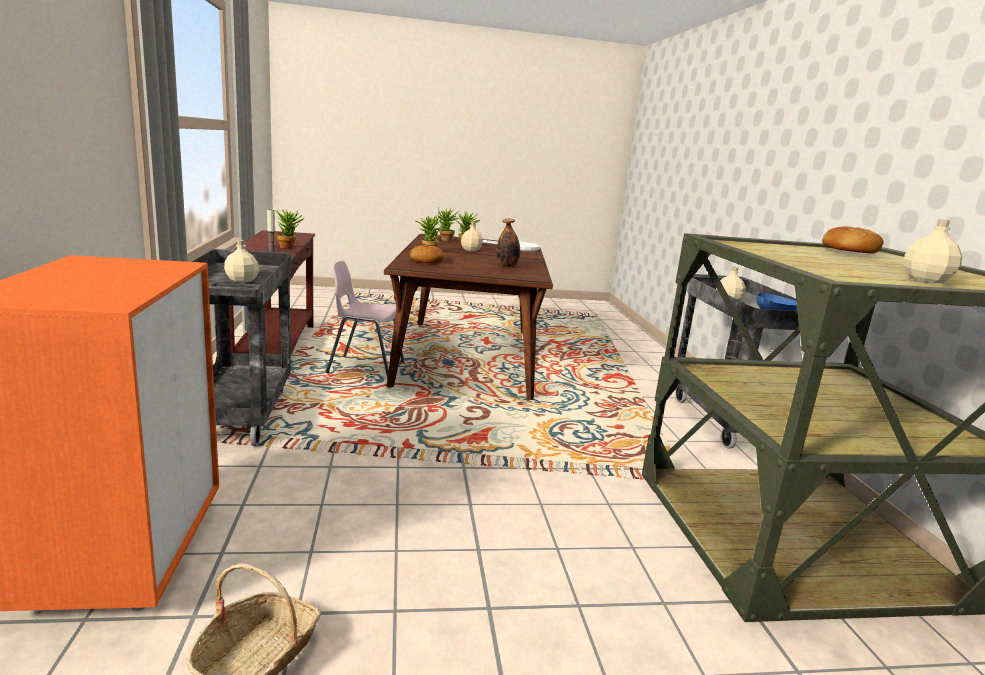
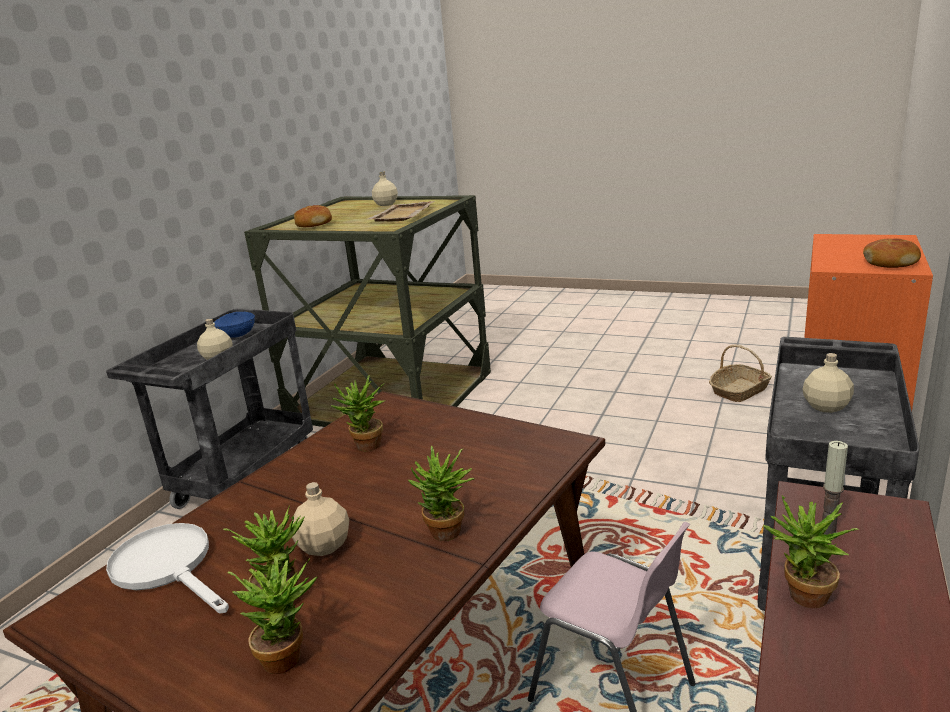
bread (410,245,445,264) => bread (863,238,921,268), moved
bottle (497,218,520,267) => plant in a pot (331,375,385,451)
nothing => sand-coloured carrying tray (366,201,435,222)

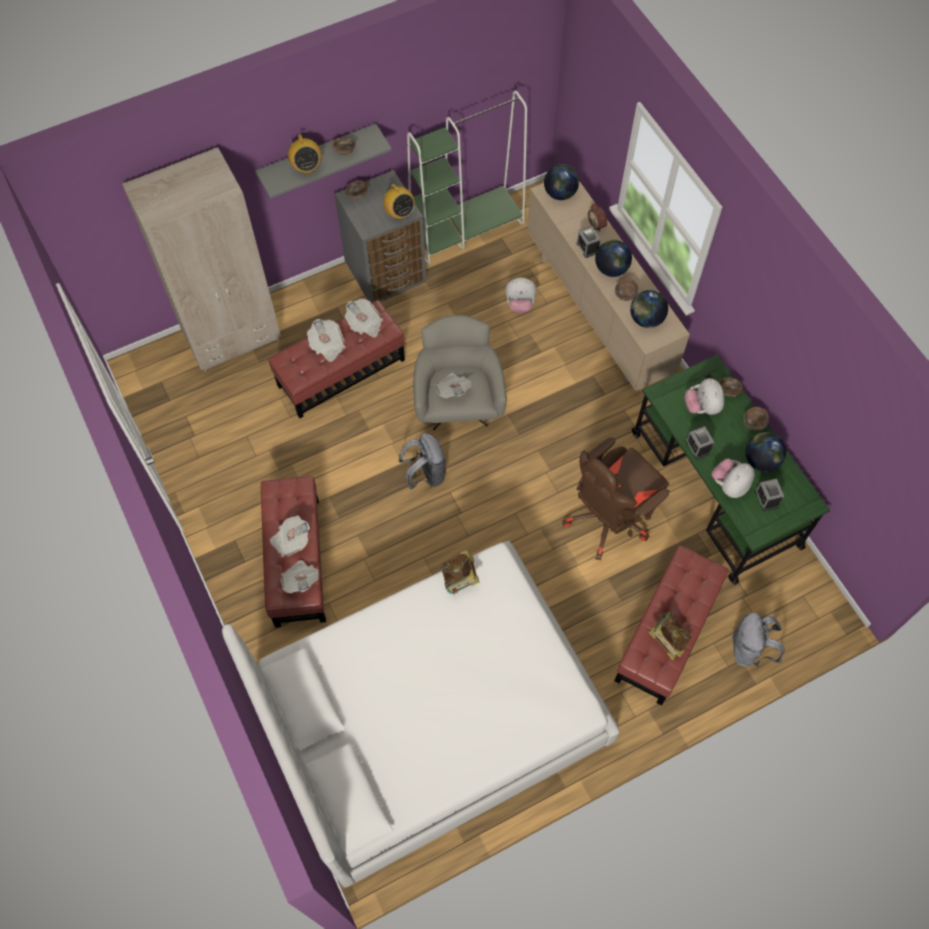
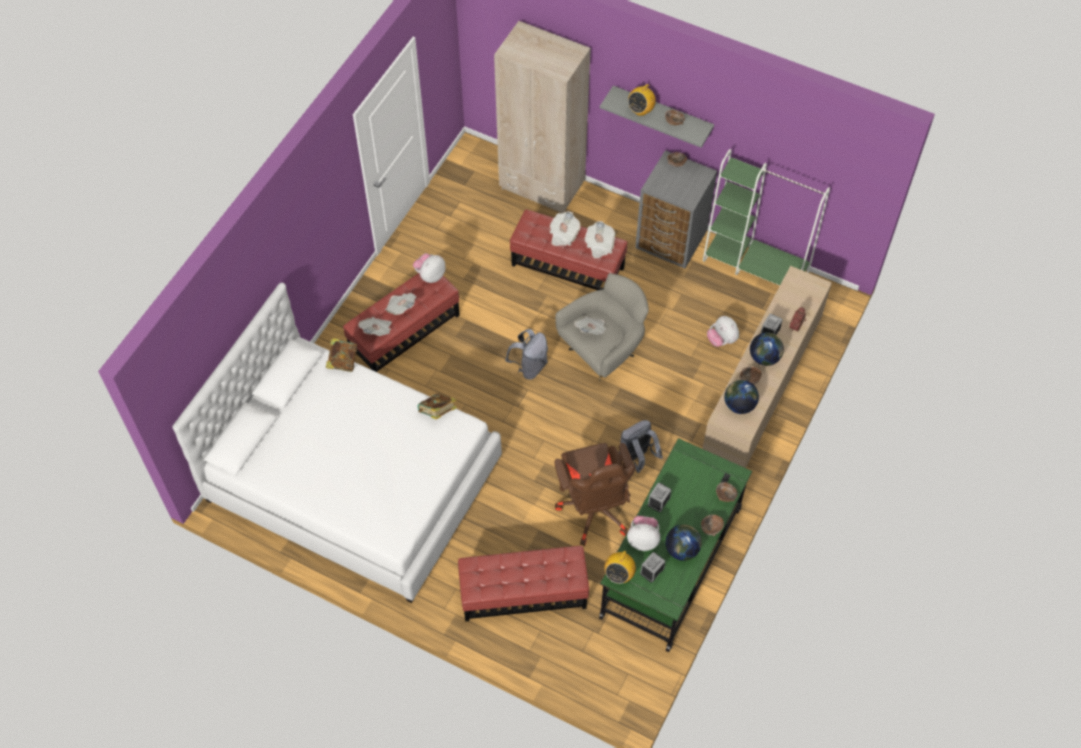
radio (382,184,415,220) => radio (604,547,636,584), moved
world globe (544,164,579,200) => nothing
brown-coloured office chair (562,437,670,560) => brown-coloured office chair (554,443,635,546), 120 degrees counterclockwise
book (649,612,692,660) => book (326,338,357,372), moved
plush toy (684,378,724,415) => plush toy (413,253,446,283), moved
gray rucksack (732,613,784,667) => gray rucksack (619,420,663,473), moved

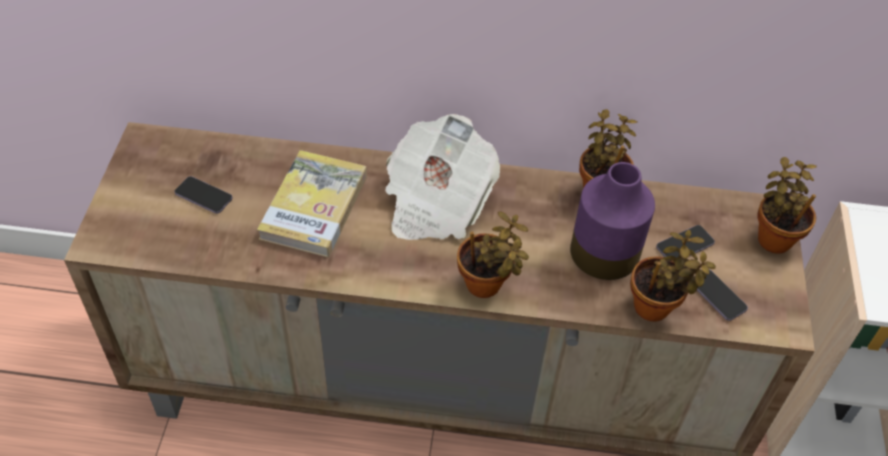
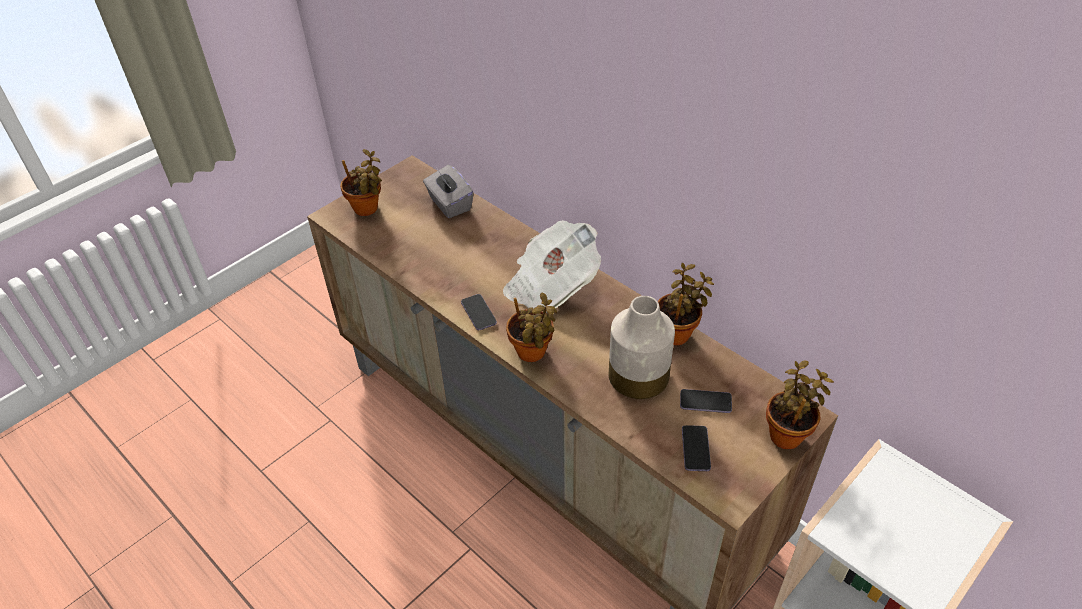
phone (175,176,233,214) => phone (461,294,497,330), moved
book (257,150,367,257) => nothing
purple decorative vase (570,162,655,280) => sand-coloured decorative vase (609,296,675,399)
plant in a pot (630,230,716,322) => plant in a pot (340,149,382,216), moved
nothing => gray box of tissues (423,165,473,218)

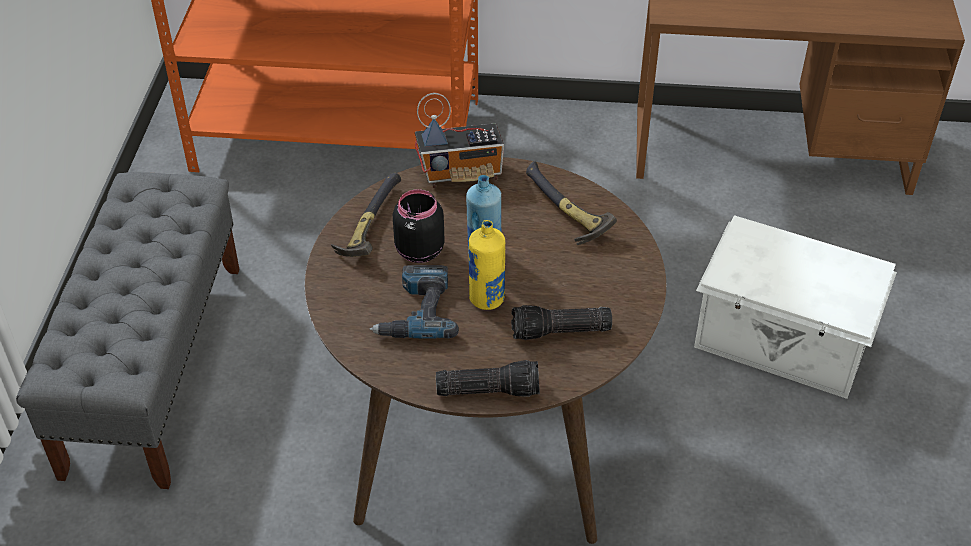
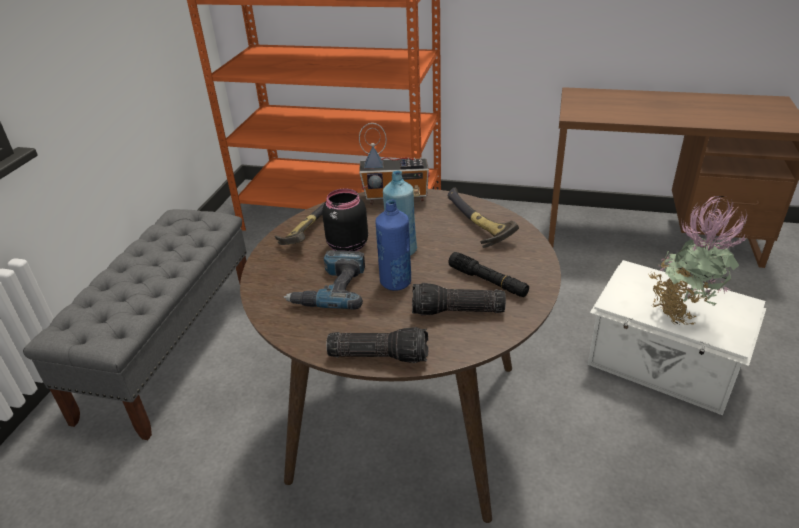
yellowish bottle (469,220,505,310) => blue bottle (376,200,411,291)
nothing => black torch (448,252,529,297)
nothing => plant in a pot (649,195,748,325)

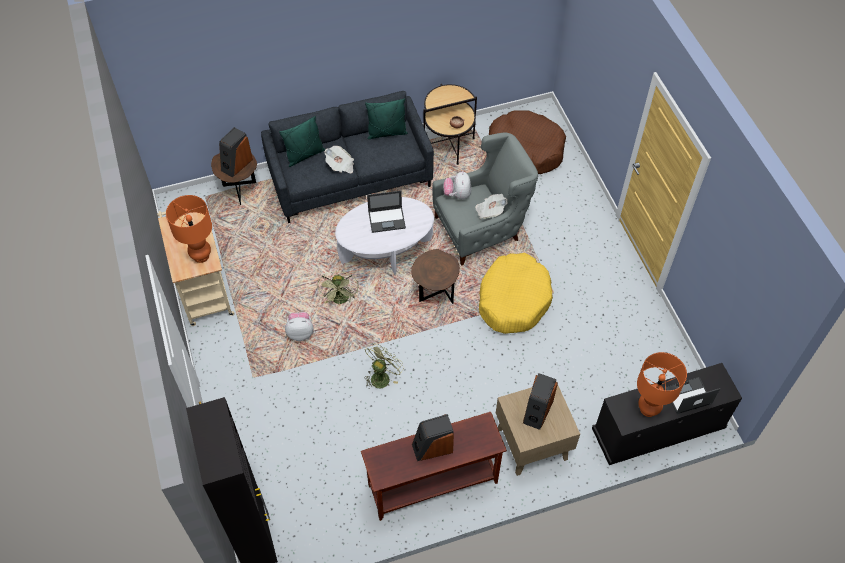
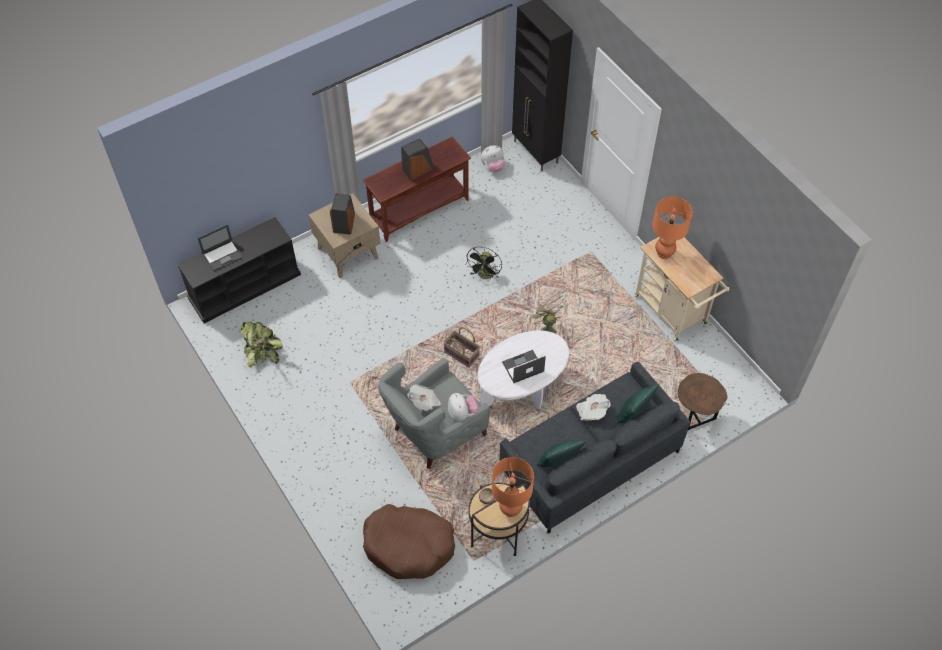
audio speaker (219,127,253,177) => nothing
plush toy (285,312,313,341) => plush toy (481,145,505,172), moved
greenish electric fan (364,343,404,389) => black electric fan (466,247,502,279)
brown-coloured side table (411,249,460,304) => storage basket (443,327,480,368)
yellowish dog cushion (479,253,553,334) => nothing
orange lamp for a table (637,352,687,417) => orange lamp for a table (492,457,534,517), moved
nothing => plant in a pot (239,320,283,367)

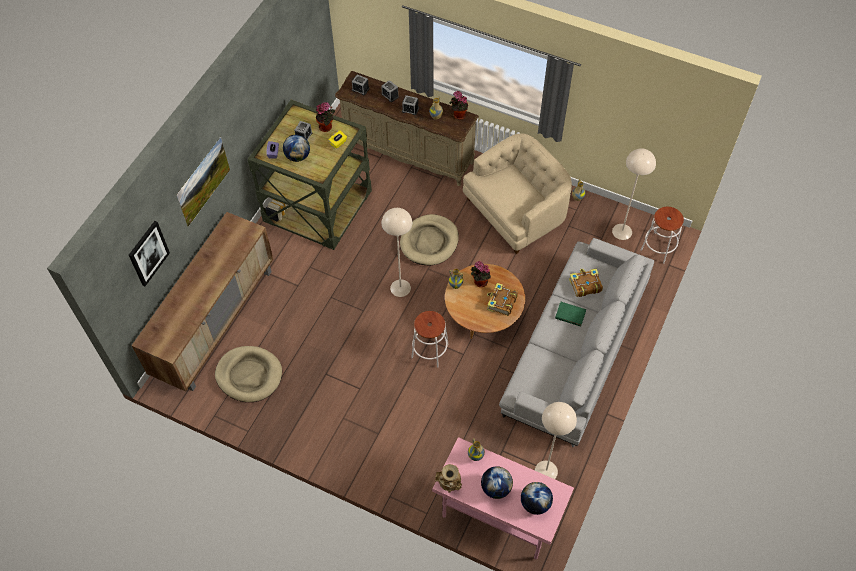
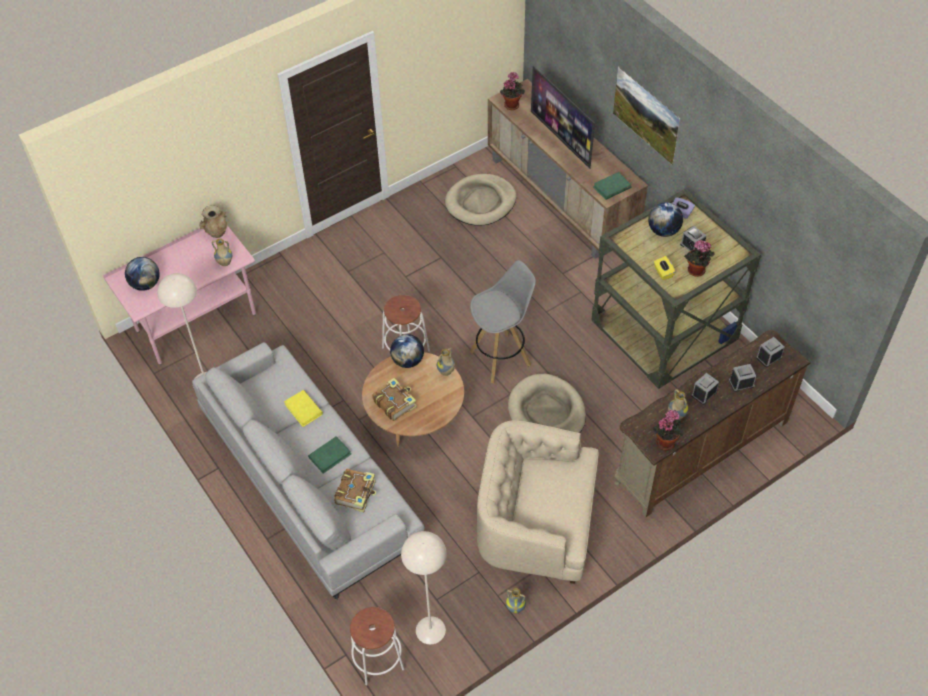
wall art (129,221,170,286) => nothing
sand-coloured standard lamp (382,208,412,297) => gray stool (469,260,536,383)
sand-coloured easy chair (463,133,572,254) => sand-coloured easy chair (477,420,599,584), 105 degrees clockwise
plant in a pot (471,261,491,287) => plant in a pot (500,72,525,110), moved
world globe (481,466,513,499) => world globe (390,334,424,368), moved
nothing => yellowish book (284,390,323,427)
nothing => television (531,65,595,169)
nothing => greenish book (593,172,632,200)

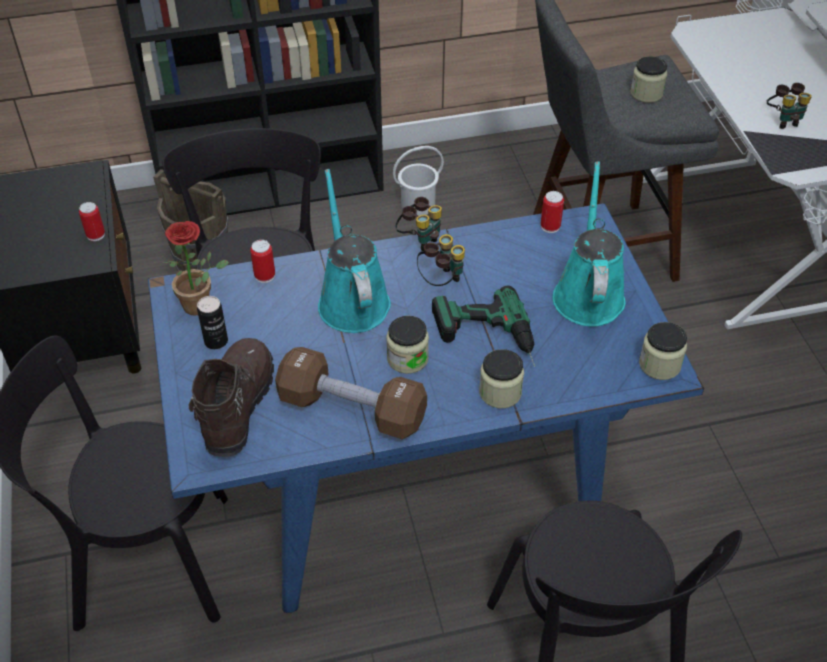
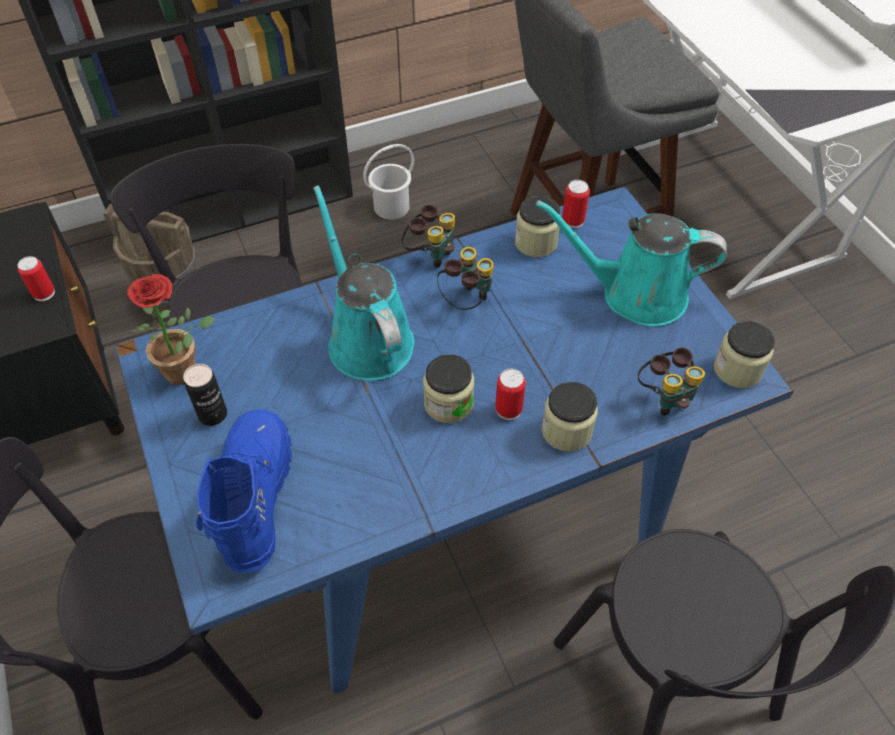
brown-coloured tall boot (189,338,274,457) => blue tall boot (196,410,292,573)
can (250,240,275,283) => can (495,369,526,420), moved
brown-coloured free weight (275,347,427,439) => nothing
drill (432,286,536,367) => nothing
turquoise-coloured watering pot (553,161,626,327) => turquoise-coloured watering pot (536,200,727,327), 75 degrees counterclockwise
preserve jar (630,56,667,103) => preserve jar (515,196,560,257), moved
pair of binoculars (767,83,812,129) => pair of binoculars (637,347,705,415), moved

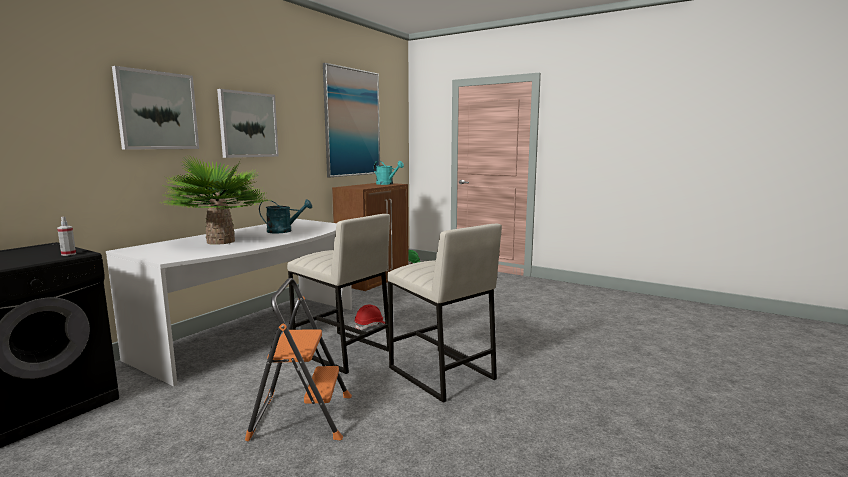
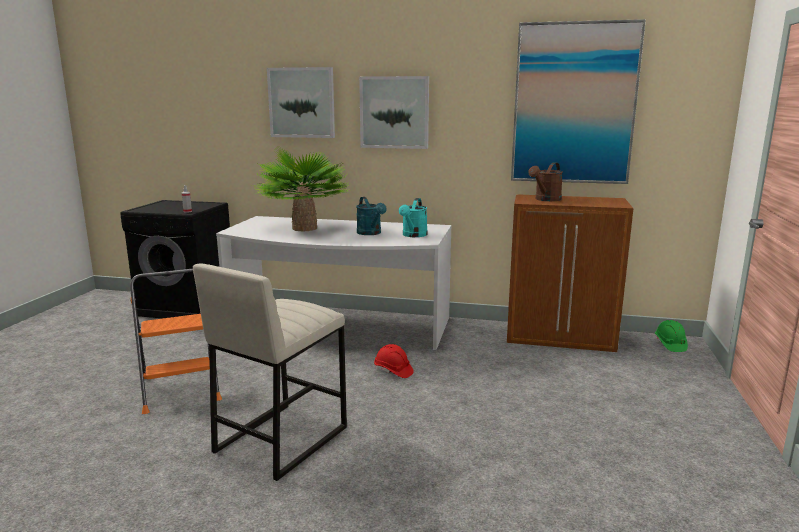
sand-coloured stool (287,214,390,374) => nothing
turquoise-coloured watering pot (374,161,404,185) => turquoise-coloured watering pot (399,198,428,237), moved
nothing => brown-coloured watering pot (528,162,563,201)

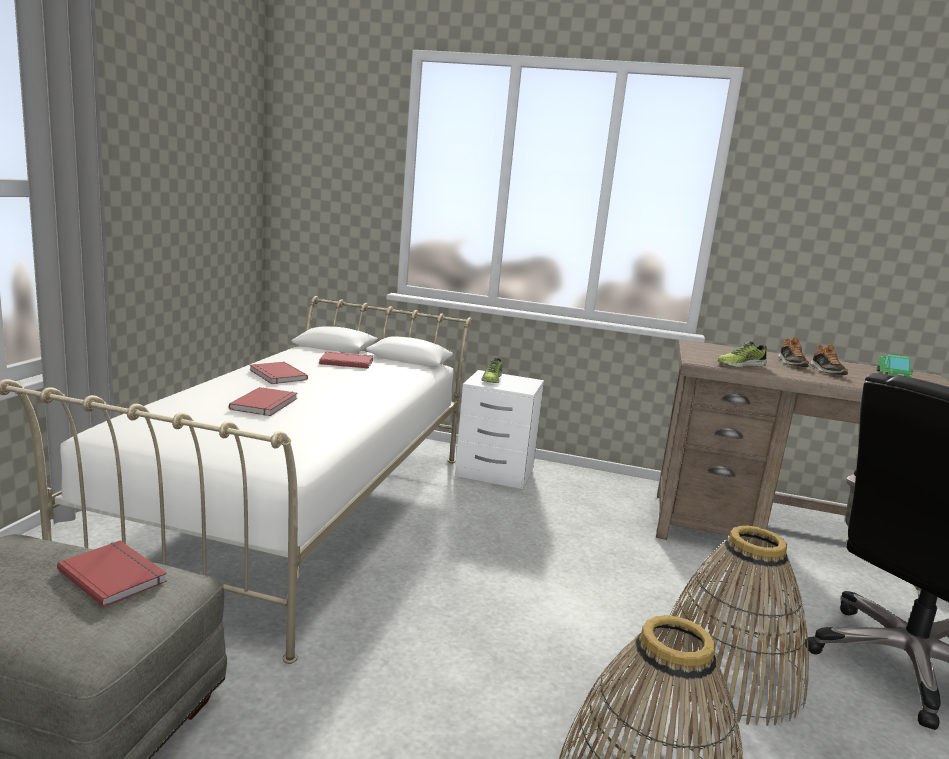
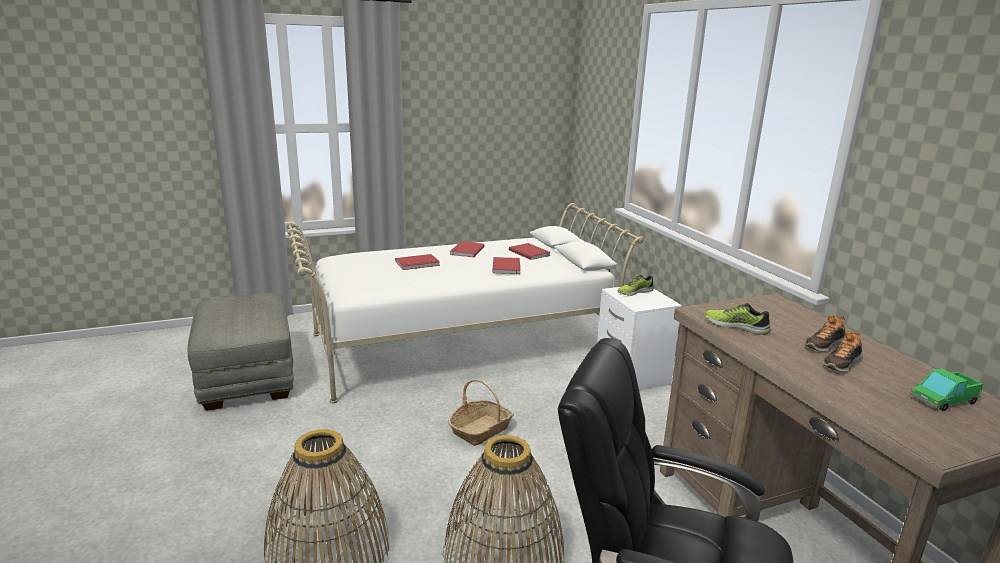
reddish book (57,541,167,607) => reddish book (492,257,520,274), moved
nothing => storage basket (448,379,514,446)

